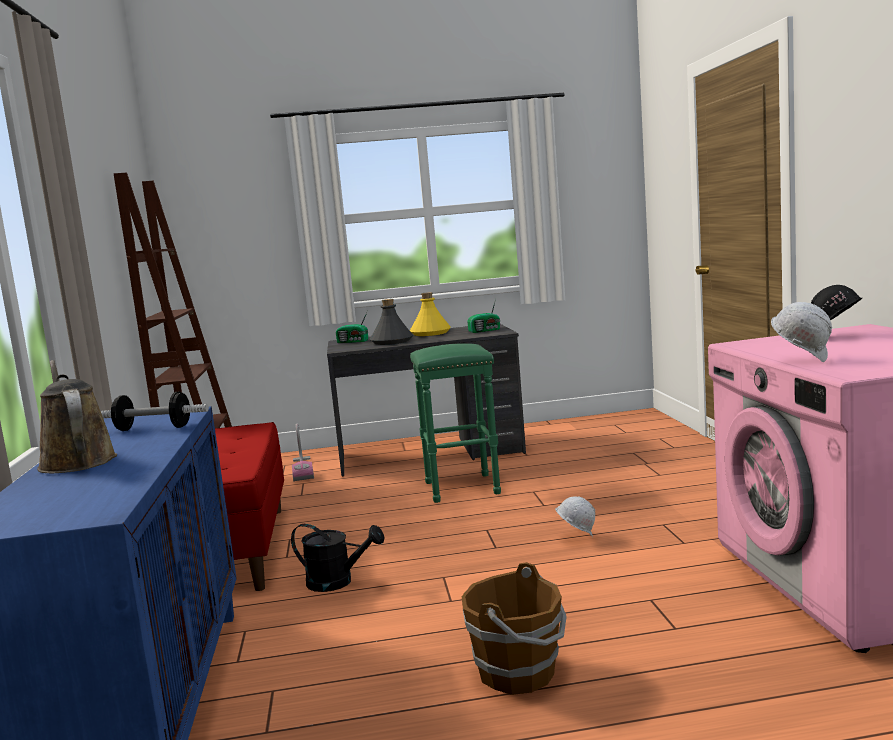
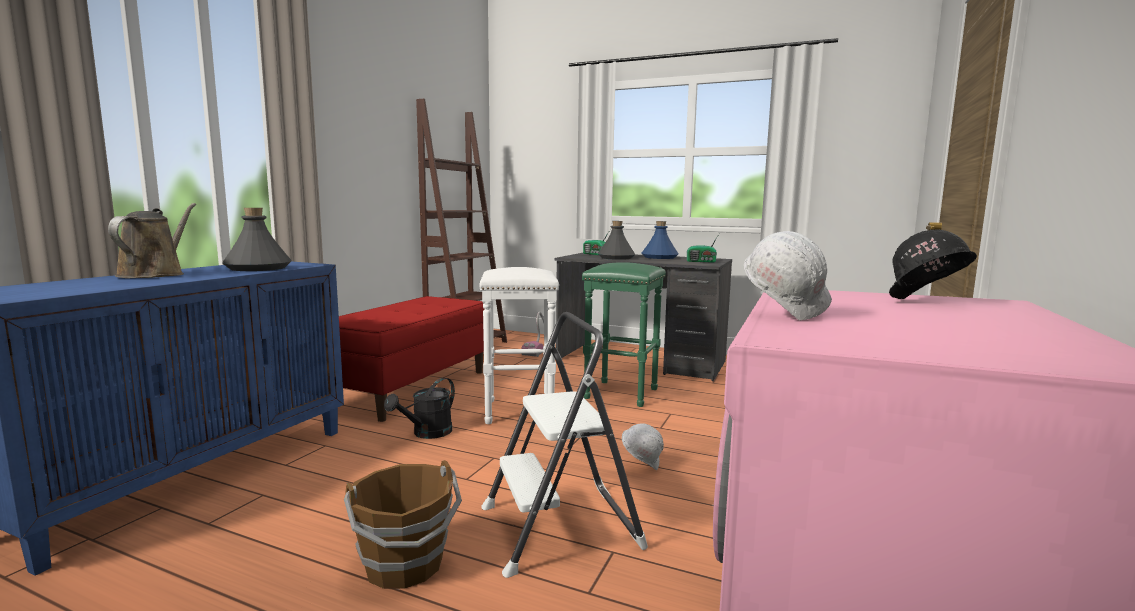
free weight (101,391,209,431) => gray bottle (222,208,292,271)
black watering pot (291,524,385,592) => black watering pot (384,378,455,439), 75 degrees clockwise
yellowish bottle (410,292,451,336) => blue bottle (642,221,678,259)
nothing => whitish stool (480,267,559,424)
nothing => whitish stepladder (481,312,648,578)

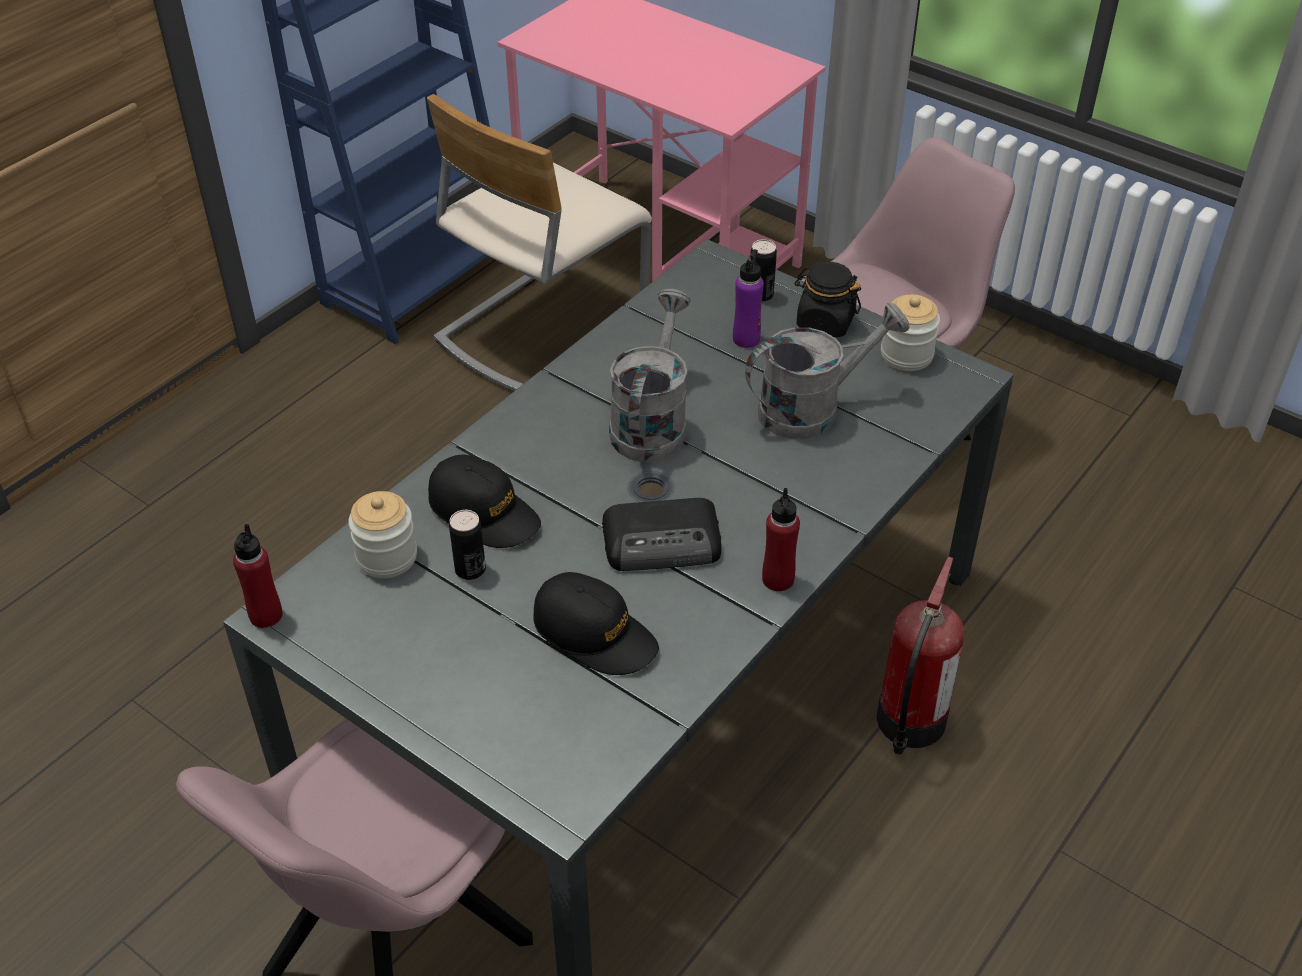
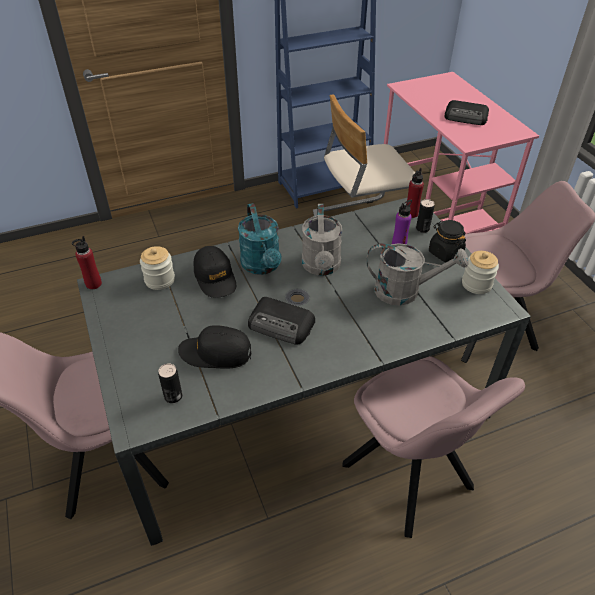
can (449,510,486,580) => can (158,363,182,403), moved
black peaked cap (533,572,659,675) => black peaked cap (178,325,251,369), 120 degrees clockwise
gray watering pot (609,289,691,462) => gray watering pot (302,204,342,276), 135 degrees clockwise
reddish bottle (762,488,800,591) => reddish bottle (406,168,424,218), moved
fire-fighting cylinder (877,556,965,754) => pink-coloured chair (342,356,525,538)
nothing => turquoise-coloured watering pot (238,203,282,275)
nothing => radio (444,100,489,125)

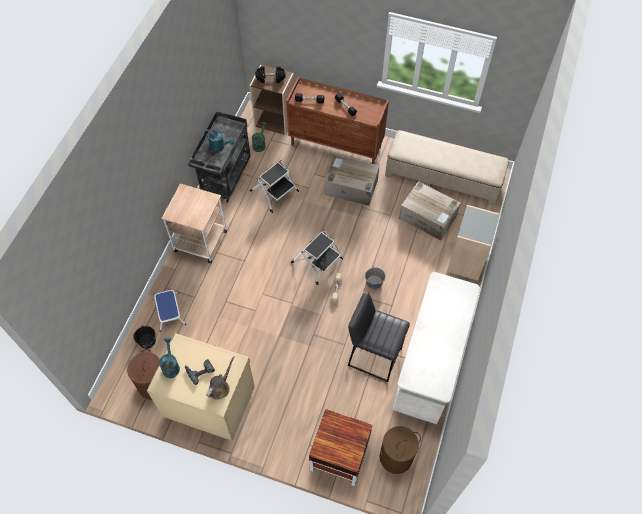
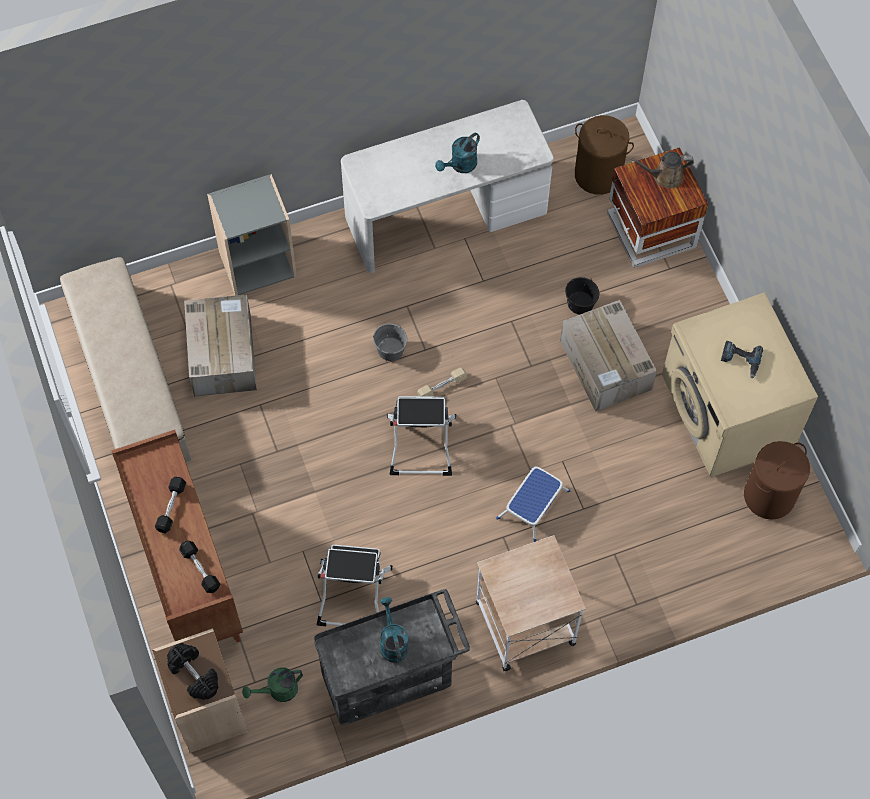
black bucket (134,326,156,349) => black bucket (565,277,599,314), moved
blue stepladder (153,290,187,332) => blue stepladder (496,466,570,542), moved
turquoise-coloured watering pot (159,337,180,378) => turquoise-coloured watering pot (435,133,480,173), moved
brown-coloured watering pot (206,356,235,399) => brown-coloured watering pot (631,152,694,188), moved
carton (325,155,380,206) => carton (560,300,657,412), moved
gray stool (348,292,410,382) => nothing

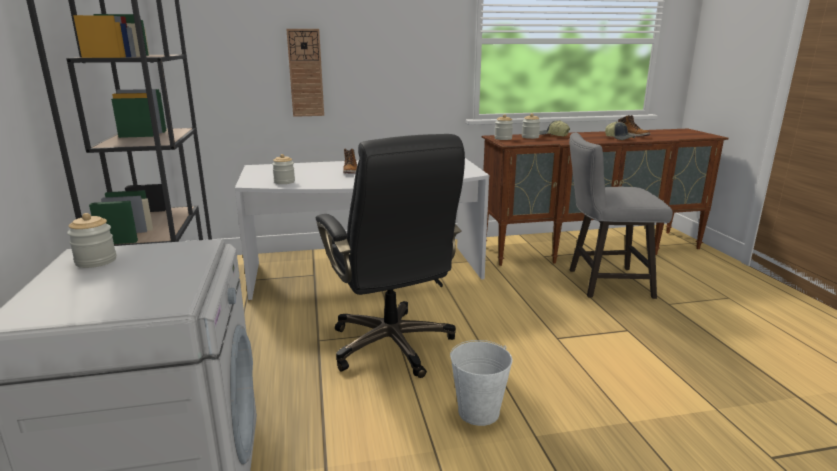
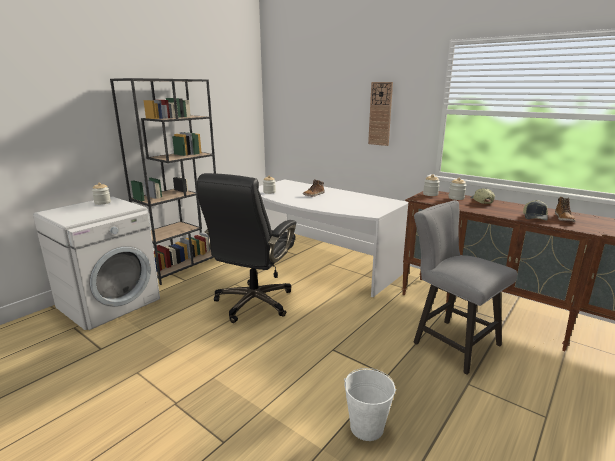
wall clock (286,29,324,117) => wall clock (368,82,393,146), moved
whitish bucket (450,340,512,426) => whitish bucket (344,368,396,441), moved

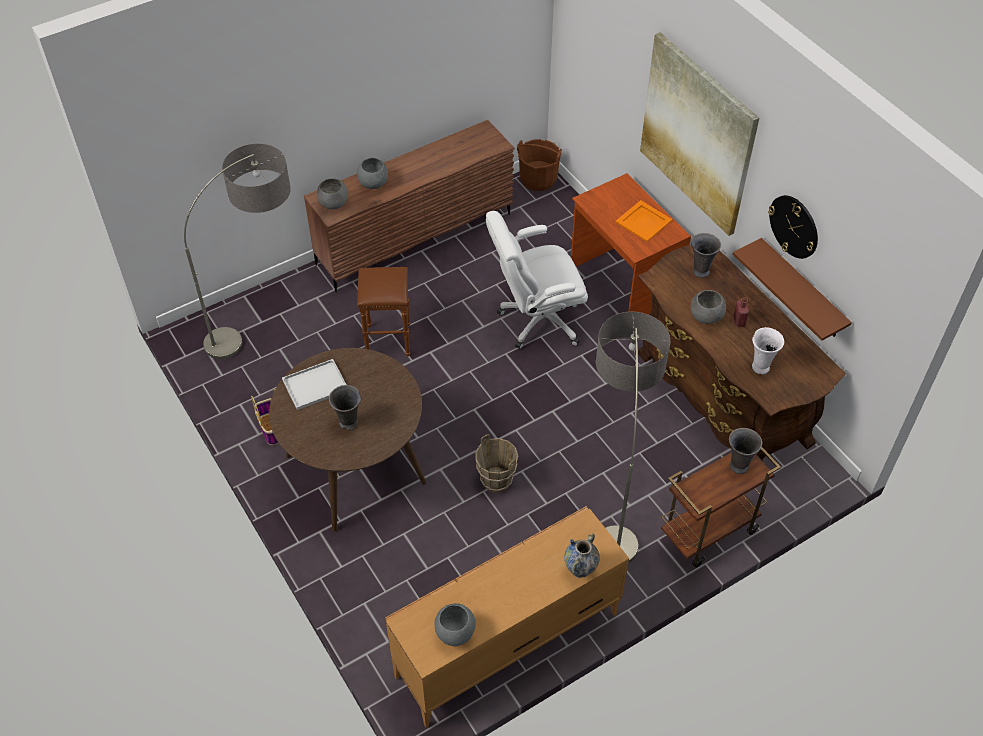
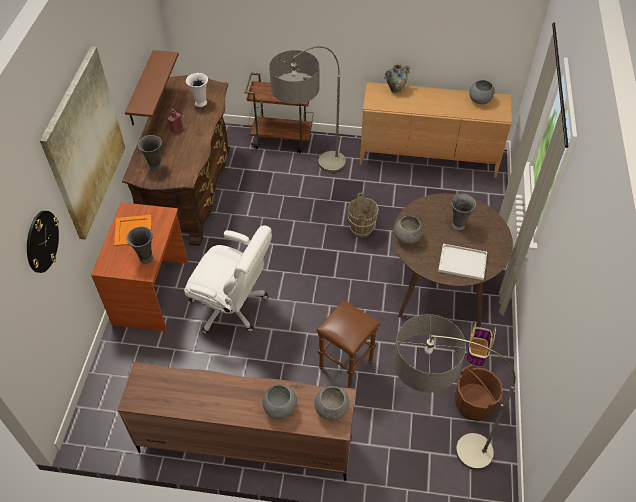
brown-coloured bucket (517,139,562,191) => brown-coloured bucket (455,364,503,421), moved
gray bowl (691,290,726,324) => gray bowl (395,216,423,244), moved
gray decorative vase (729,428,762,474) => gray decorative vase (126,226,153,264), moved
wall clock (768,195,818,259) => wall clock (27,211,59,273), moved

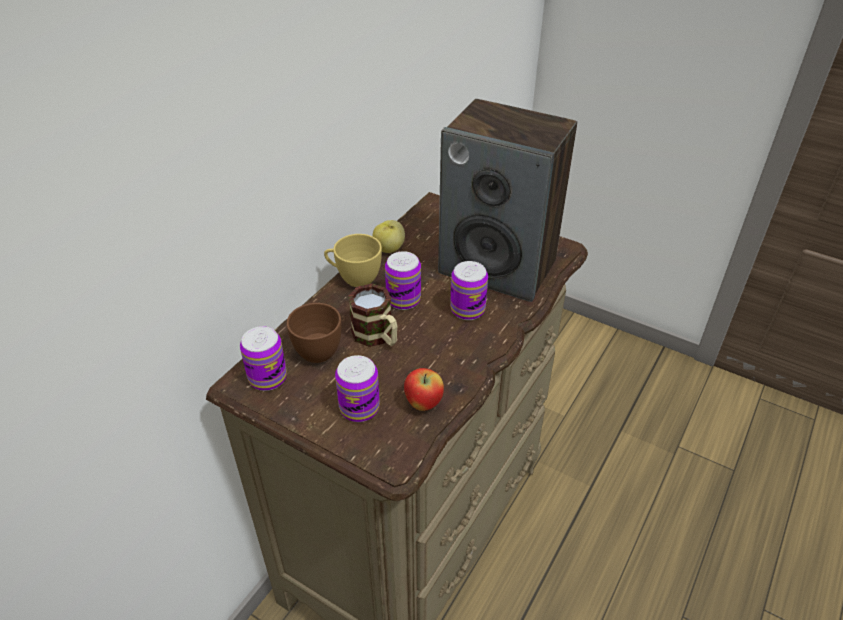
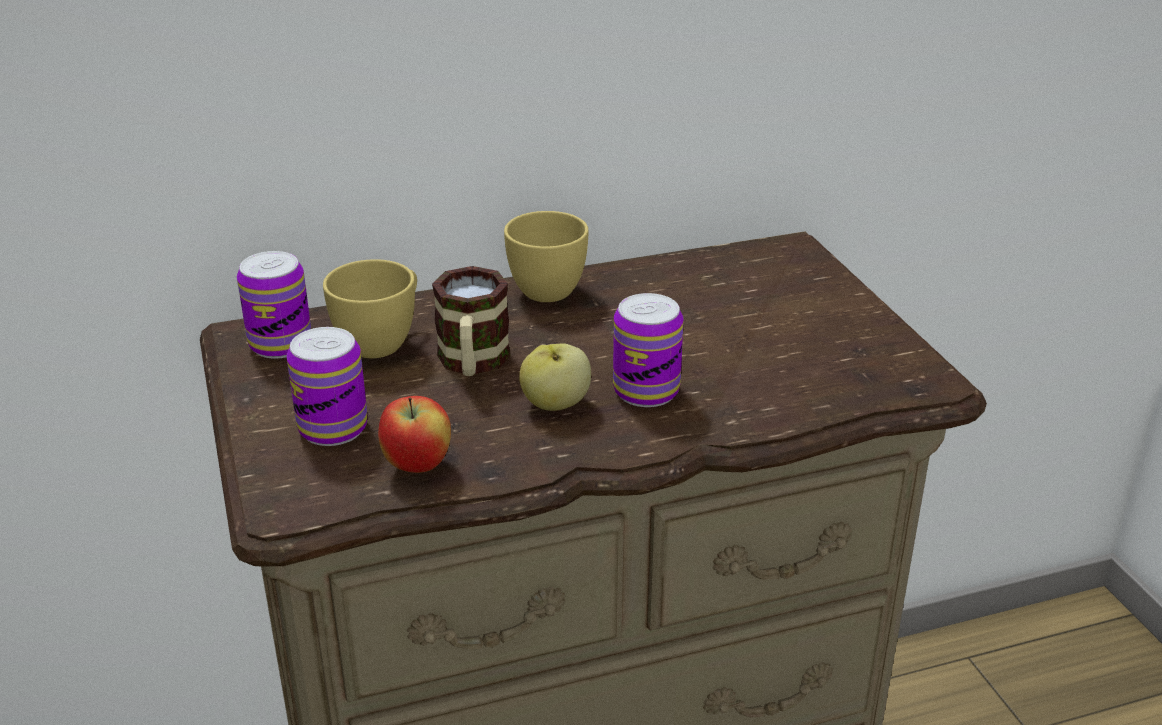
brown-coloured drinking cup (287,303,341,363) => yellowish drinking cup (323,259,417,358)
apple fruit (372,220,405,253) => apple fruit (519,343,591,411), moved
can (385,251,421,310) => nothing
audio speaker (438,99,577,302) => nothing

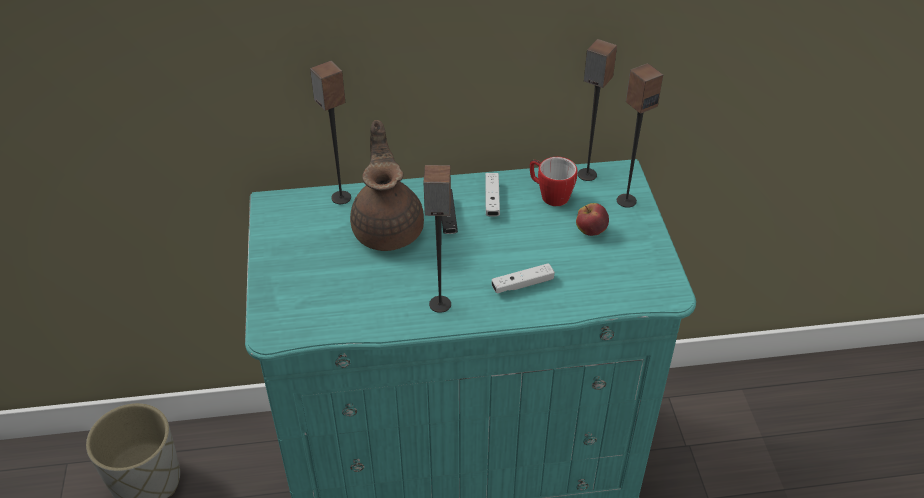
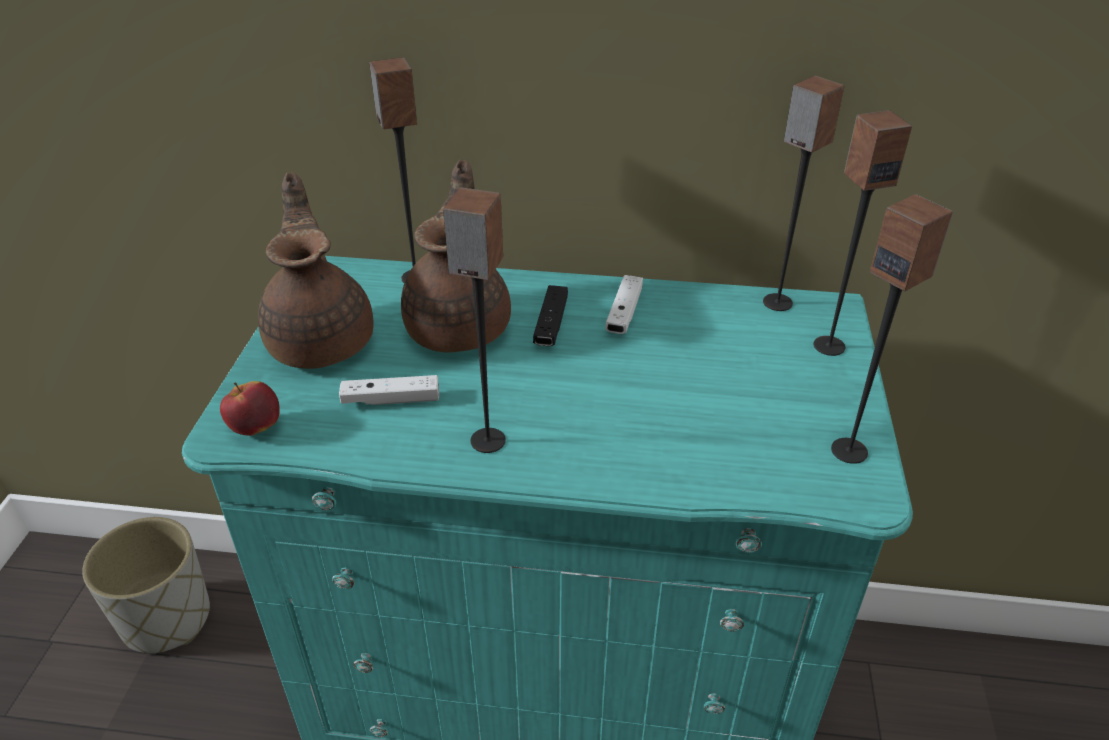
whitish joypad (491,263,555,294) => whitish joypad (339,375,439,405), moved
coffee mug (530,157,577,206) => nothing
apple fruit (576,203,609,236) => apple fruit (220,381,280,436), moved
nothing => brown-coloured teapot (258,172,374,369)
nothing => audio speaker (831,194,953,464)

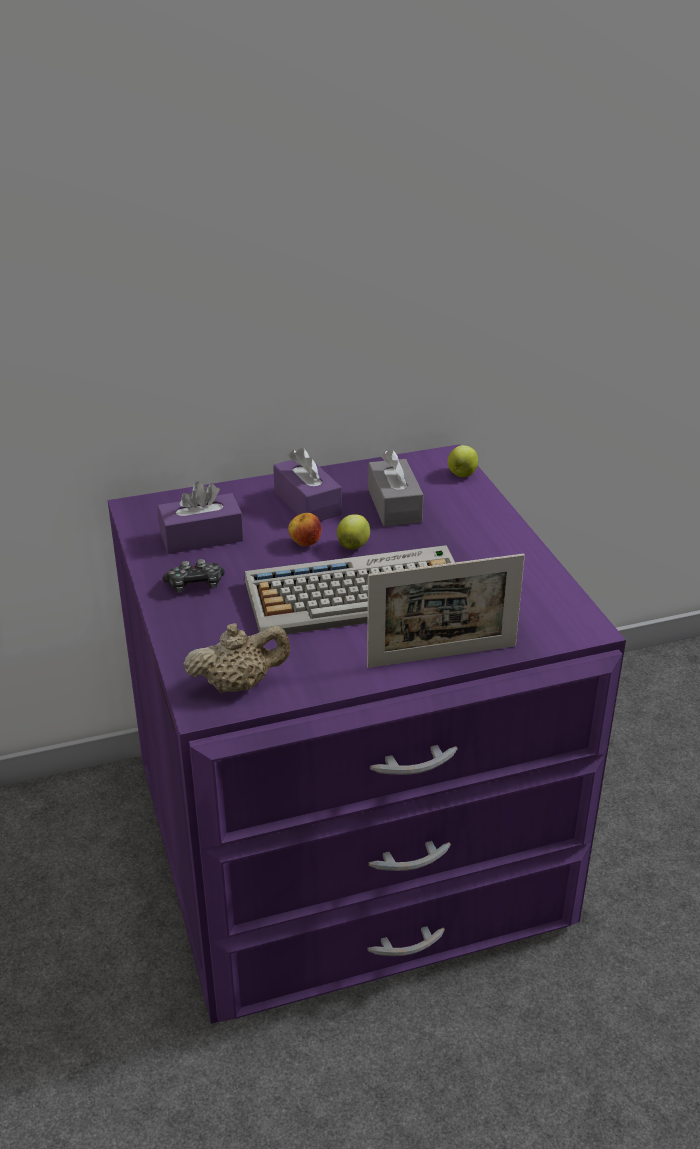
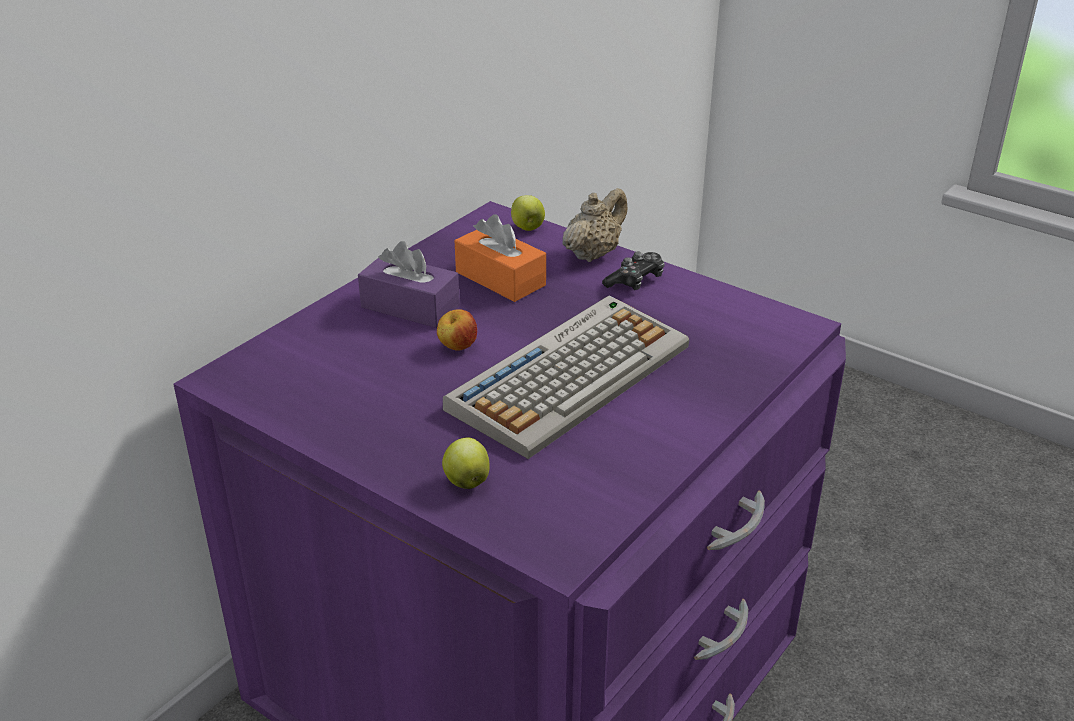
purple box of tissues (157,481,244,554) => nothing
joypad (163,559,225,593) => joypad (602,252,665,290), moved
sand-coloured teapot (183,623,290,693) => sand-coloured teapot (562,188,628,262), moved
apple fruit (337,514,370,550) => apple fruit (442,437,490,489), moved
picture frame (367,554,525,668) => nothing
gray box of tissues (368,449,424,527) => orange box of tissues (455,214,546,302)

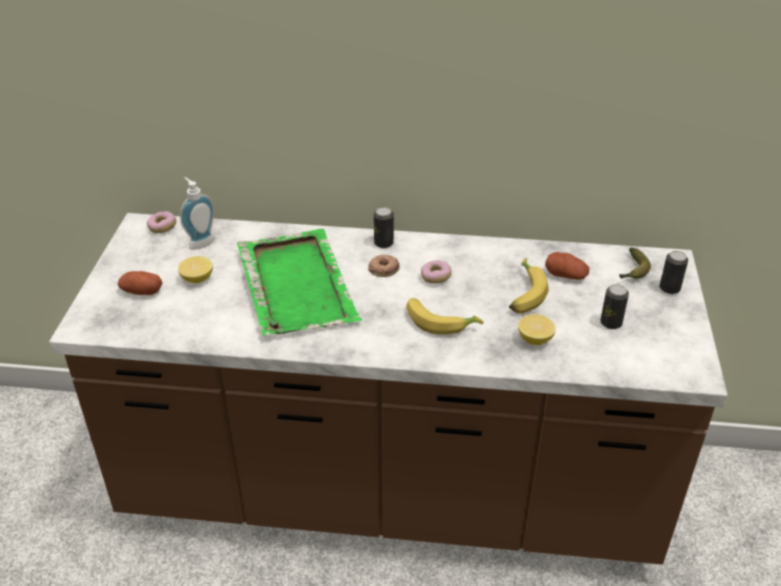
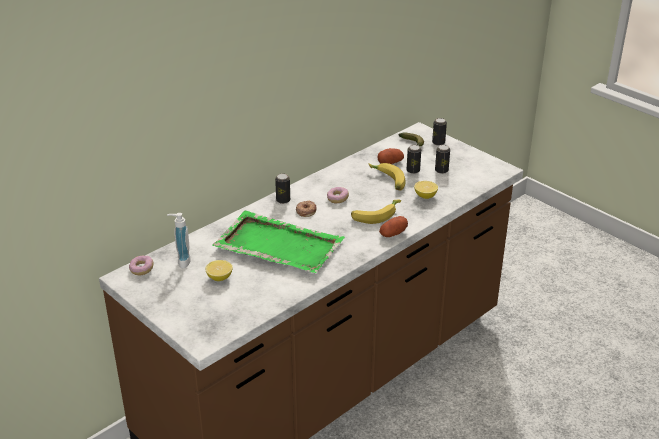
spud (118,271,163,295) => spud (379,216,408,237), moved
nothing => can (407,145,421,174)

